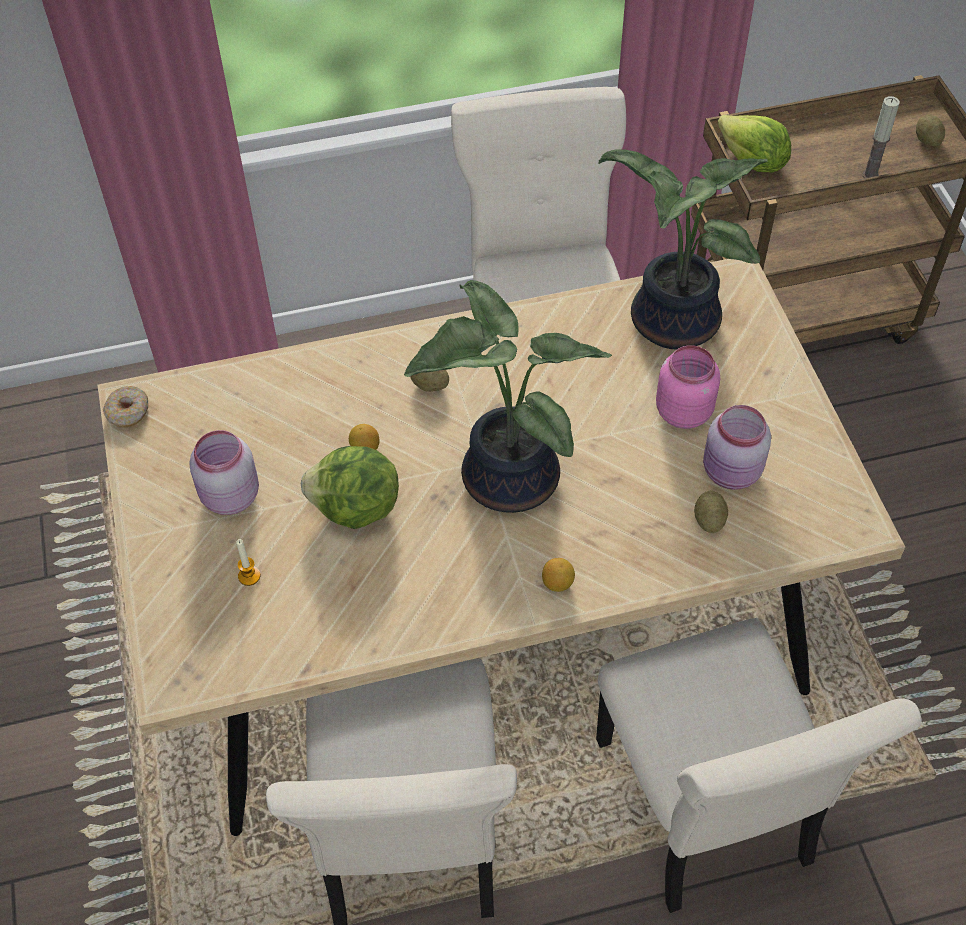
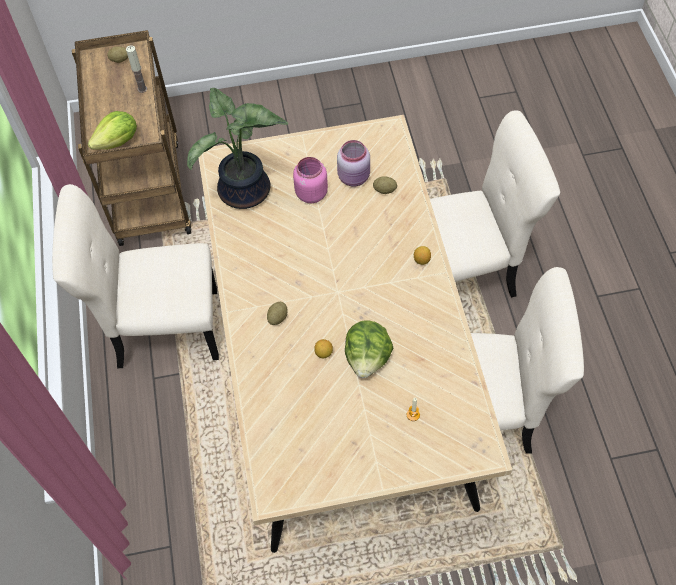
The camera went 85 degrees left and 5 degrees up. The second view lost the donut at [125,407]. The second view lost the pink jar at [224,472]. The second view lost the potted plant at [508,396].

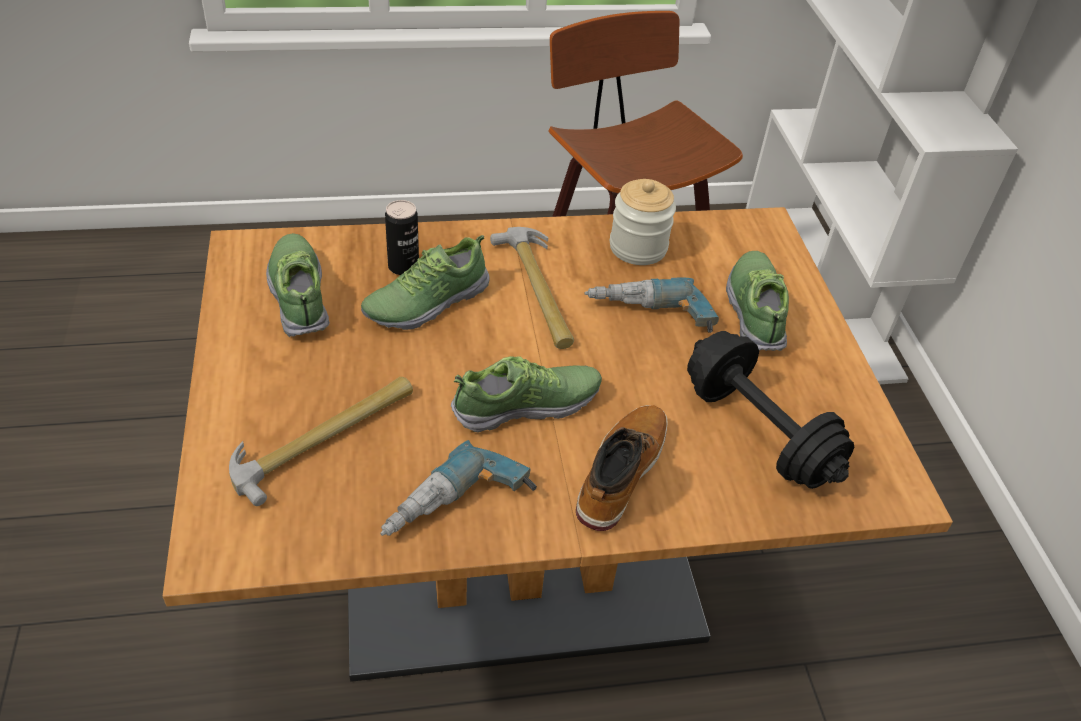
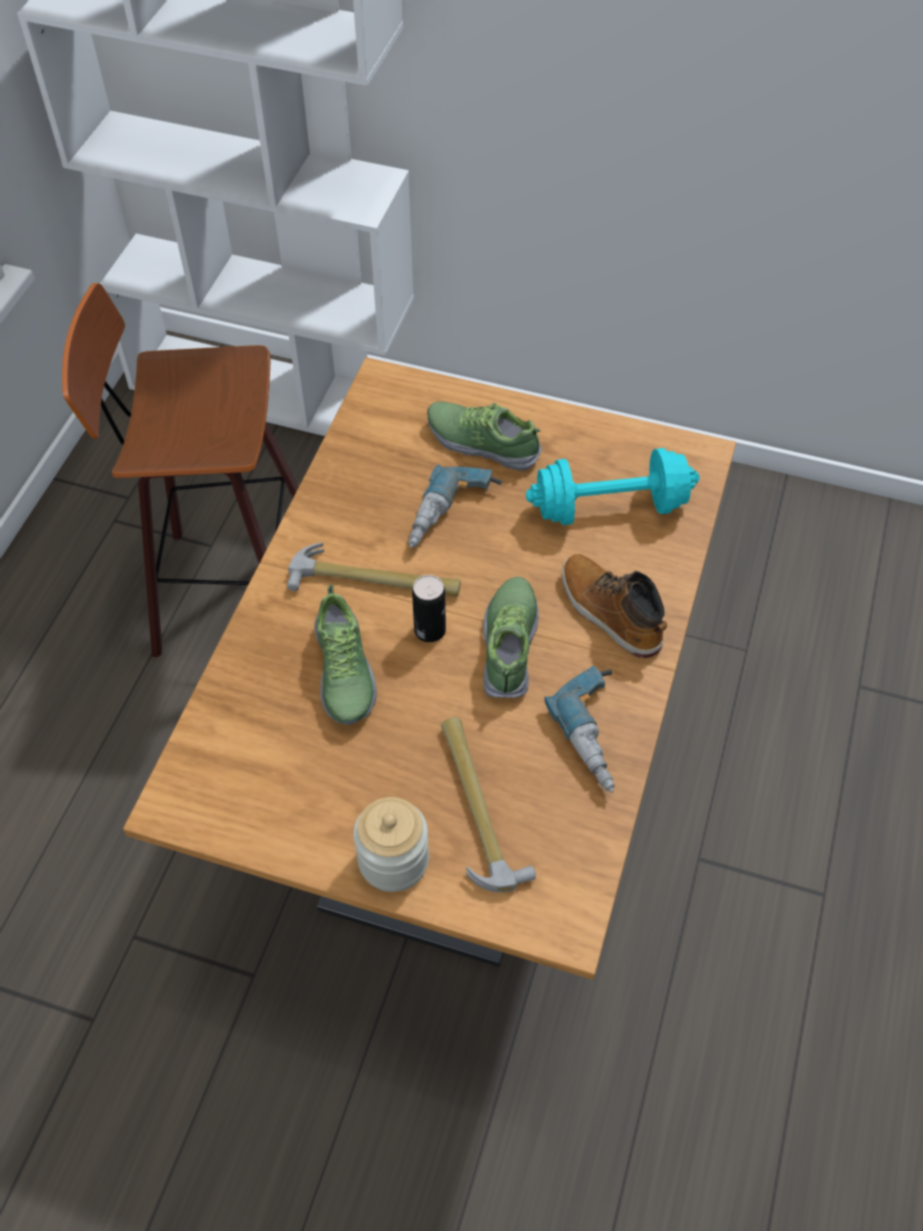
The camera went 60 degrees left and 10 degrees up. The jar ended up elsewhere, having gone from [643,222] to [391,844]. The can ended up elsewhere, having gone from [402,237] to [429,608]. What was the black dumbbell at [770,410] turned into the turquoise dumbbell at [613,486]. The second view lost the shoe at [298,285].

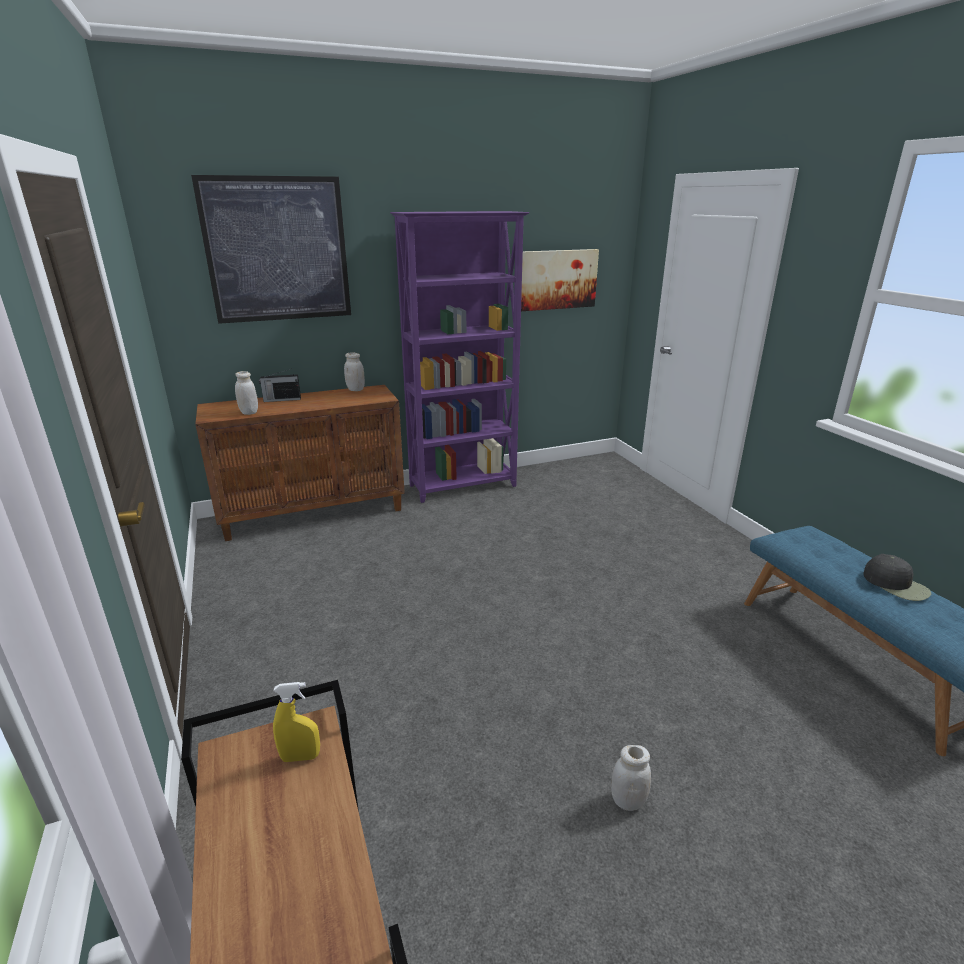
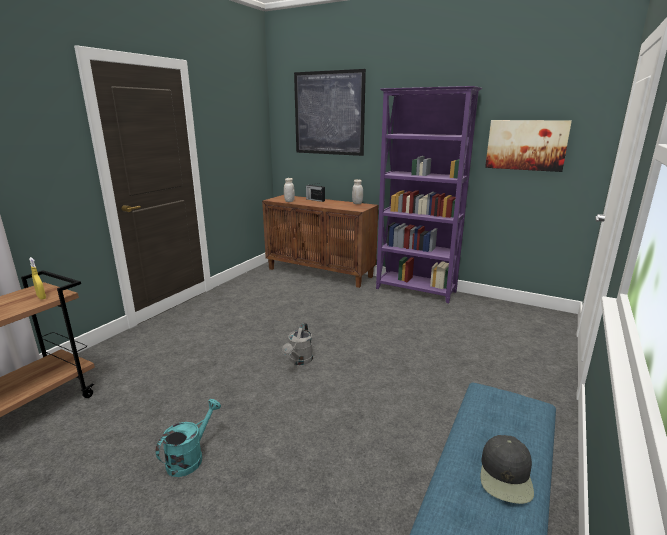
The camera went 50 degrees right and 5 degrees down. Where the white jar stood at [631,778], the turquoise watering can came to stand at [188,438]. The second view gained the grey watering can at [297,344].

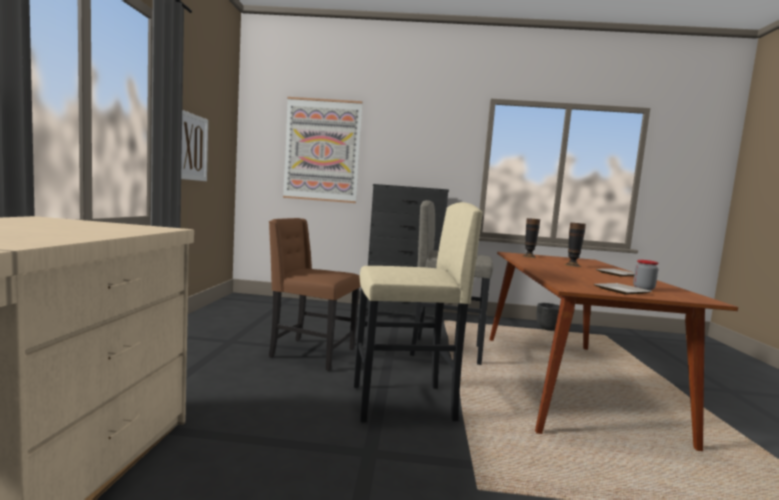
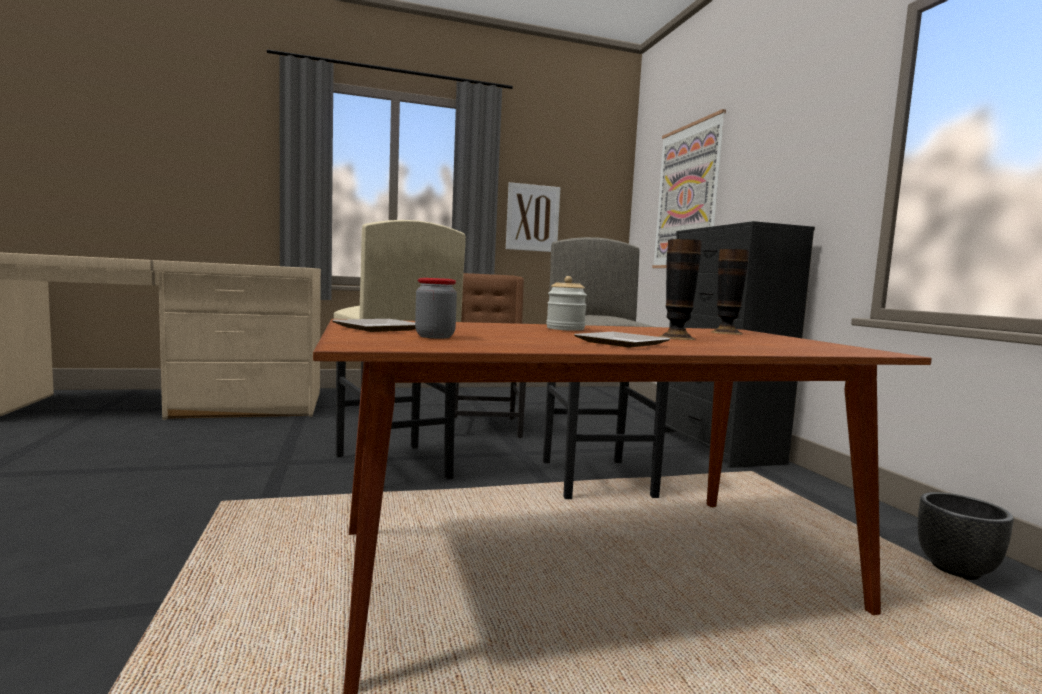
The camera went 70 degrees right and 0 degrees up. The second view gained the jar at [566,303].

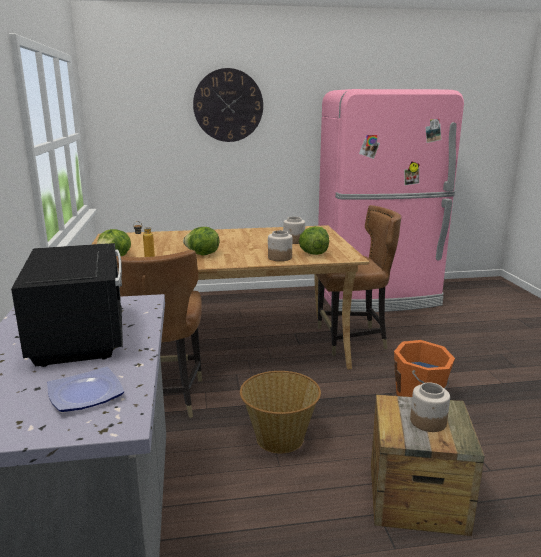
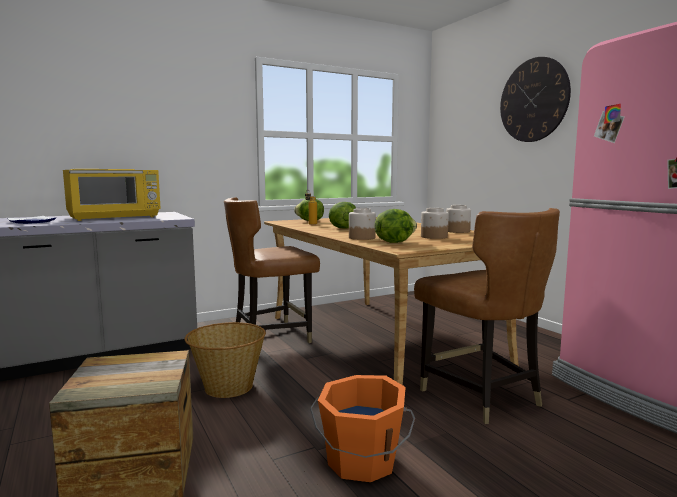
The camera went 70 degrees right and 10 degrees down. What was the black microwave at [67,305] turned into the yellow microwave at [112,195]. The jar ended up elsewhere, having gone from [430,407] to [458,219].

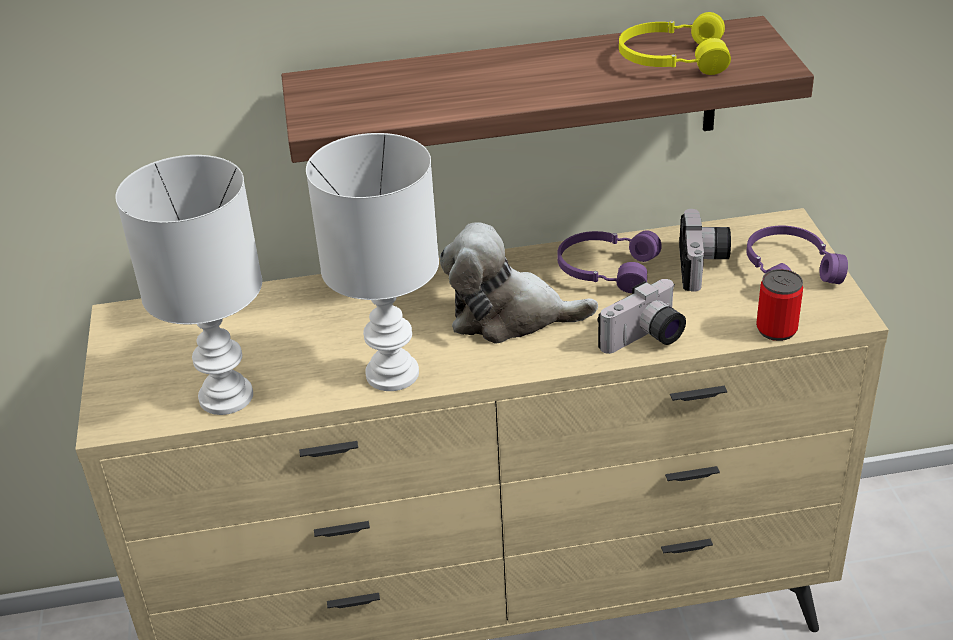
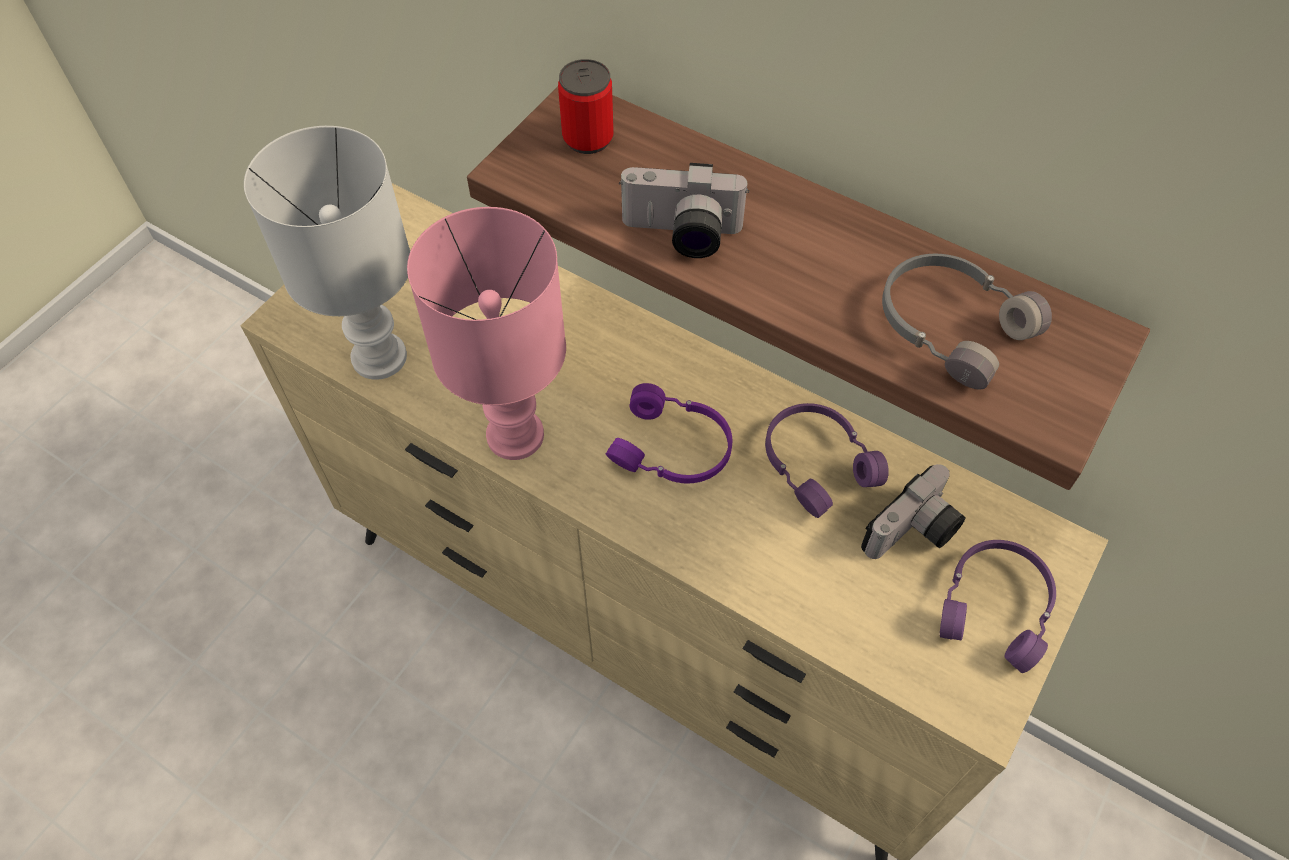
The camera went 40 degrees right and 20 degrees up. What was the white table lamp at [372,262] turned into the pink table lamp at [486,333]. The can ended up elsewhere, having gone from [779,305] to [585,106]. Where the plush toy stood at [519,282], the purple headphones came to stand at [669,433]. The photo camera ended up elsewhere, having gone from [641,316] to [684,210]. What was the yellow headphones at [675,43] turned into the grey headphones at [967,321].

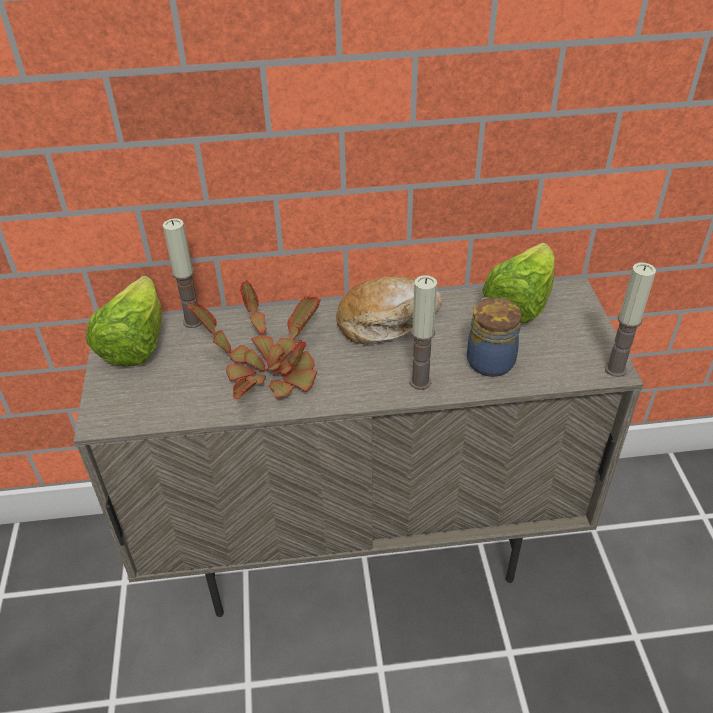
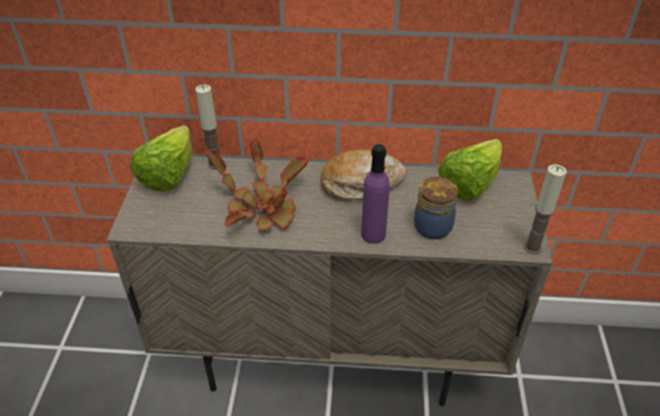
The camera went 10 degrees right and 0 degrees up. Where the candle stood at [423,332], the purple bottle came to stand at [375,194].

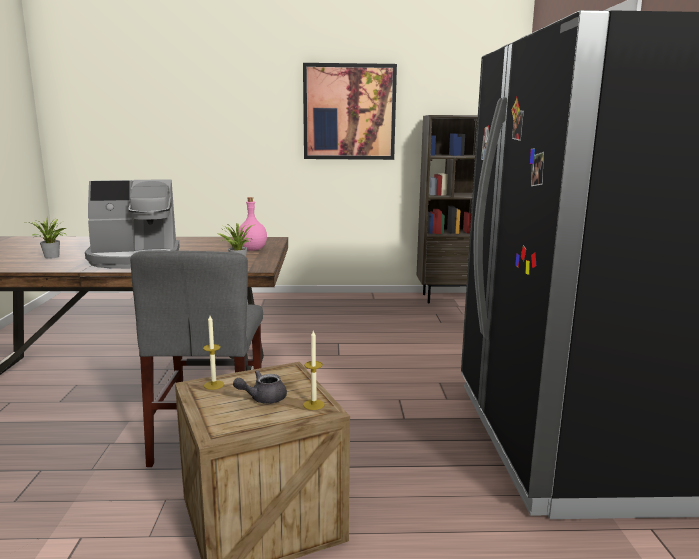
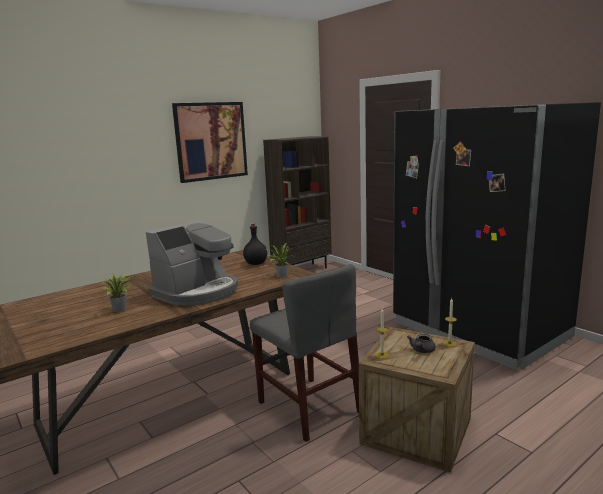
The camera went 35 degrees left and 0 degrees up. What was the pink bottle at [253,224] turned into the black bottle at [255,244].

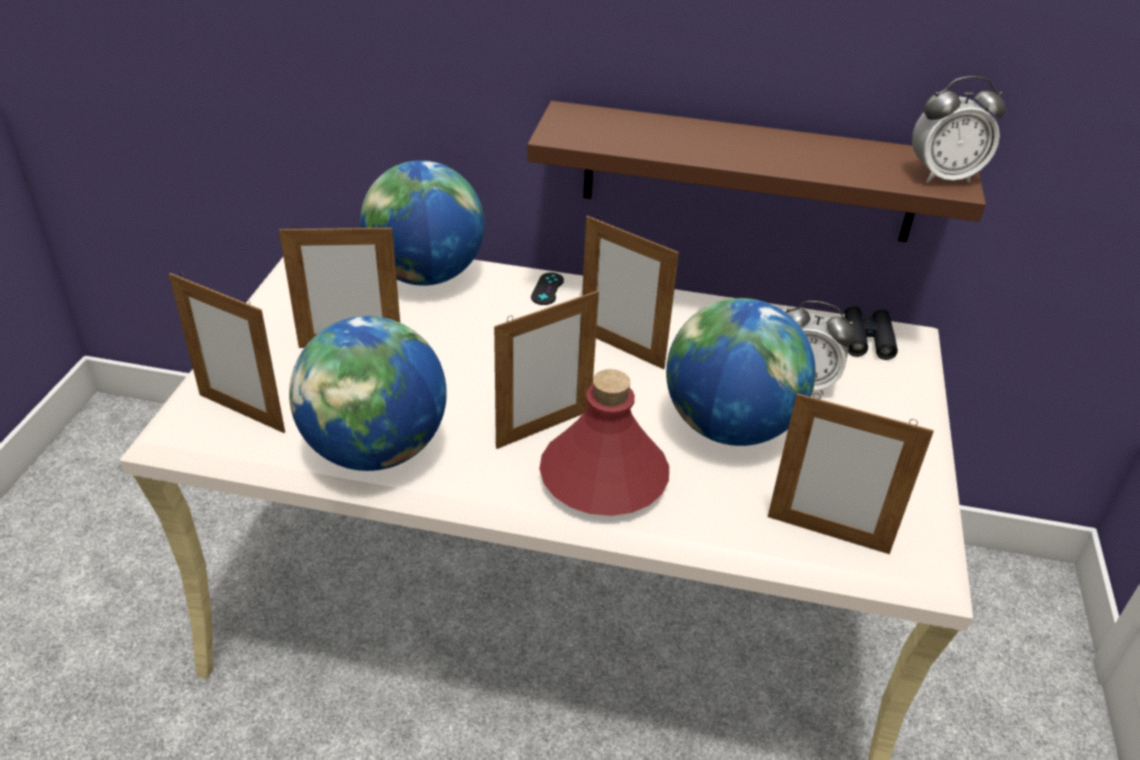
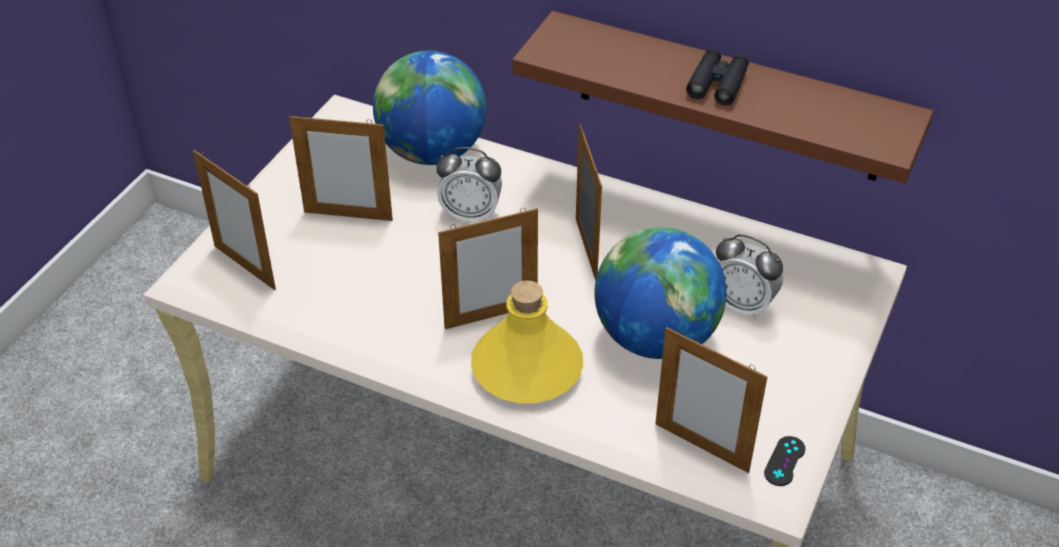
The camera went 15 degrees right and 5 degrees up. The alarm clock ended up elsewhere, having gone from [959,129] to [469,184]. What was the red bottle at [604,442] turned into the yellow bottle at [527,342]. The picture frame at [630,292] ended up facing another way, 150 degrees counterclockwise from before. The black binoculars ended up elsewhere, having gone from [871,333] to [717,77]. The black game controller ended up elsewhere, having gone from [547,288] to [784,461]. The second view lost the globe at [368,393].

